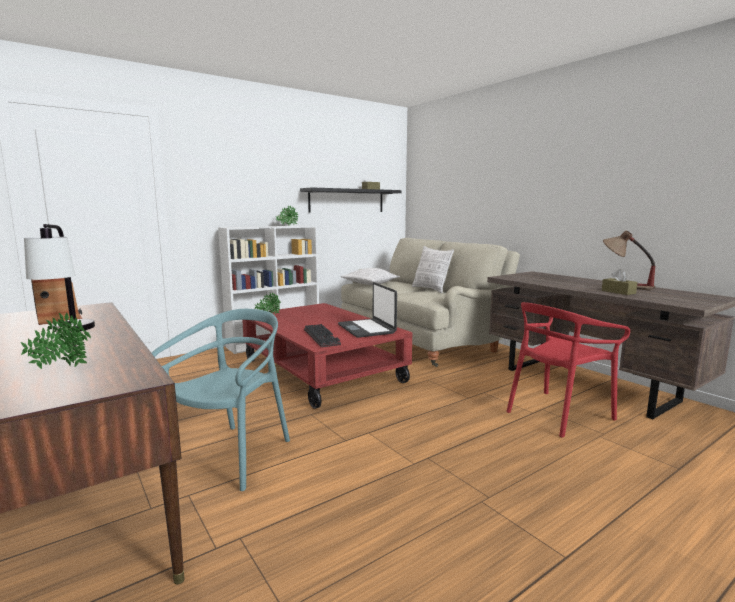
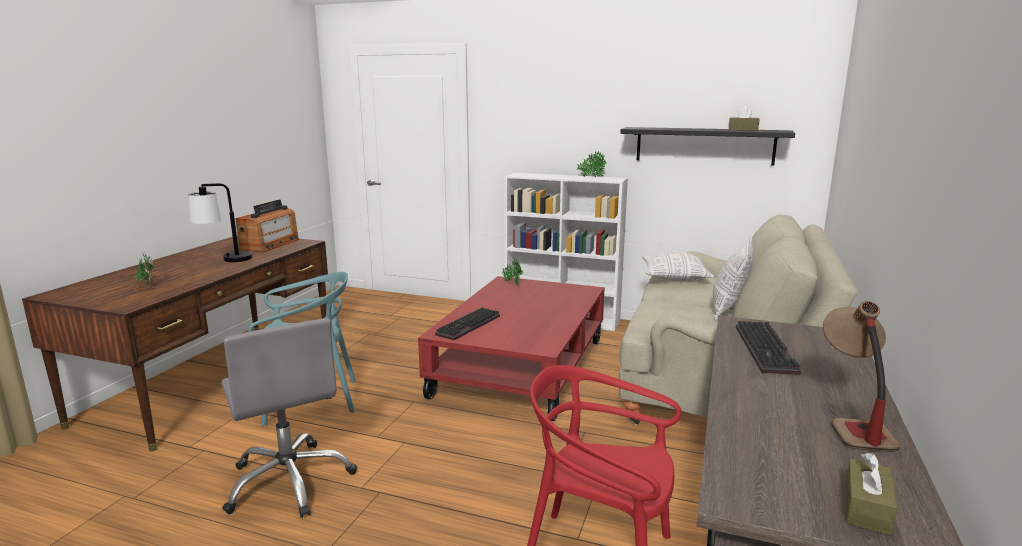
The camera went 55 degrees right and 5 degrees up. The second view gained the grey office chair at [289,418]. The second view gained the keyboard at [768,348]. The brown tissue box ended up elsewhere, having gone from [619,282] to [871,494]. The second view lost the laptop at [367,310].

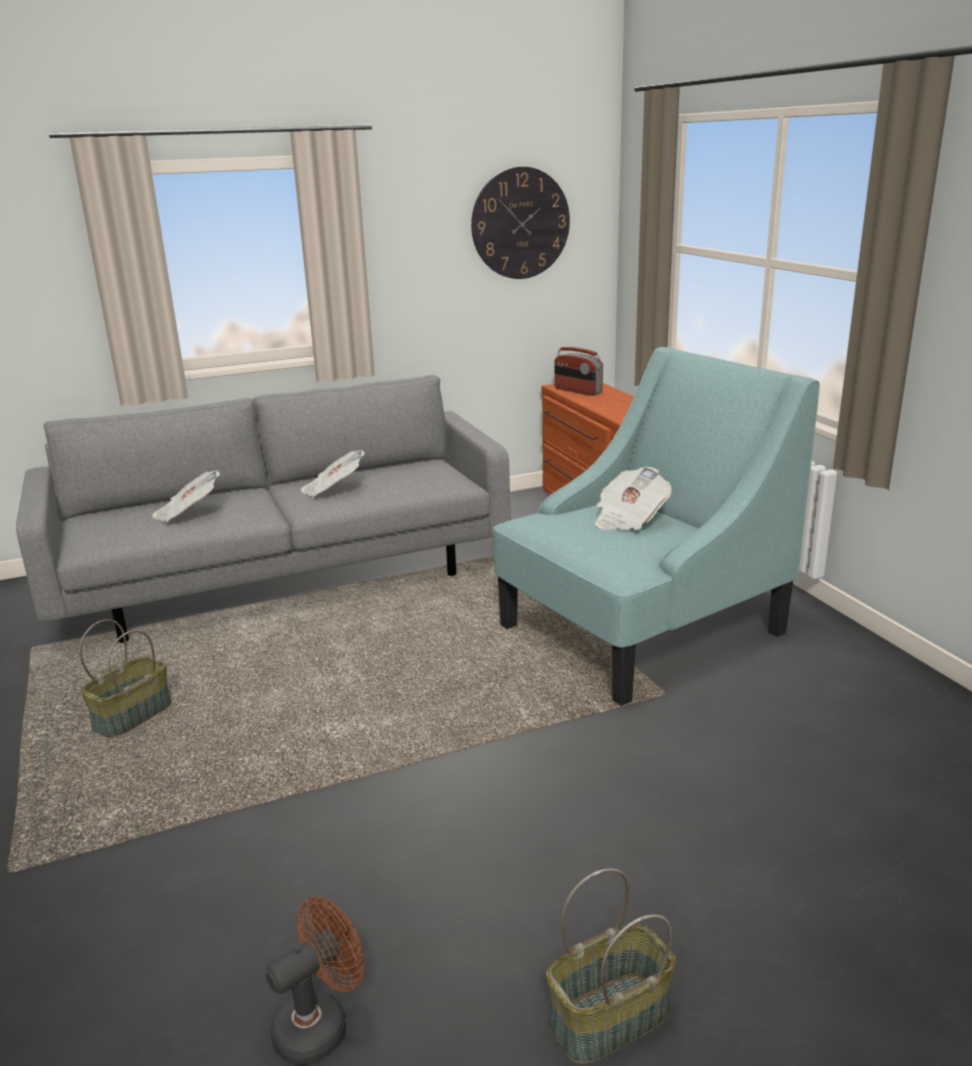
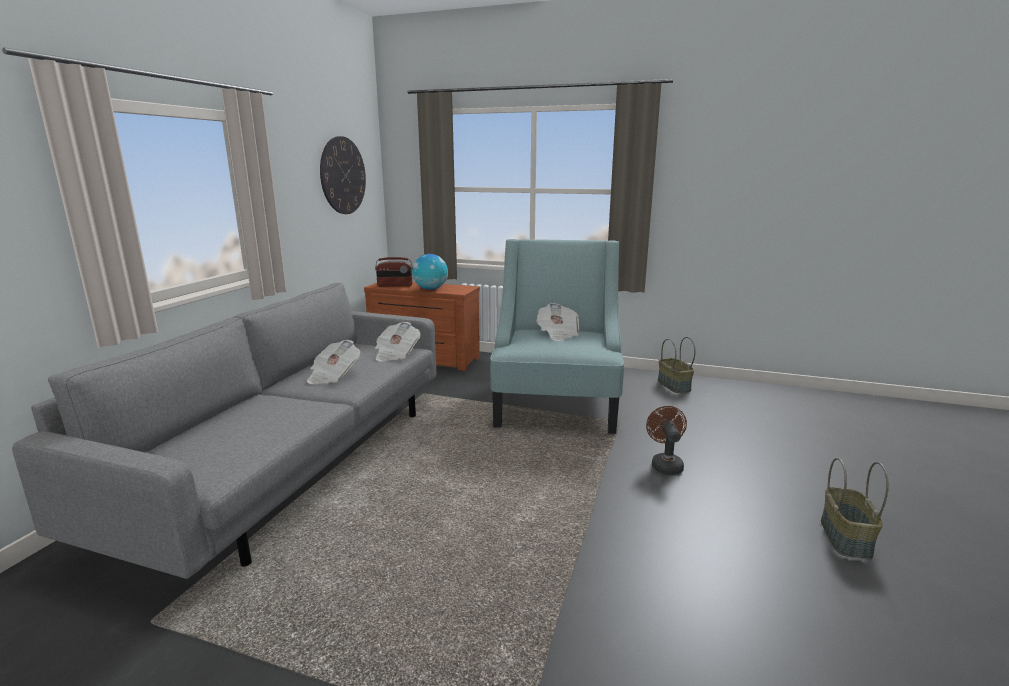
The camera went 50 degrees left and 5 degrees down. The newspaper ended up elsewhere, having gone from [186,497] to [397,342]. The second view gained the globe at [430,272]. The brown fan ended up elsewhere, having gone from [315,981] to [666,440]. The basket ended up elsewhere, having gone from [125,678] to [677,365].

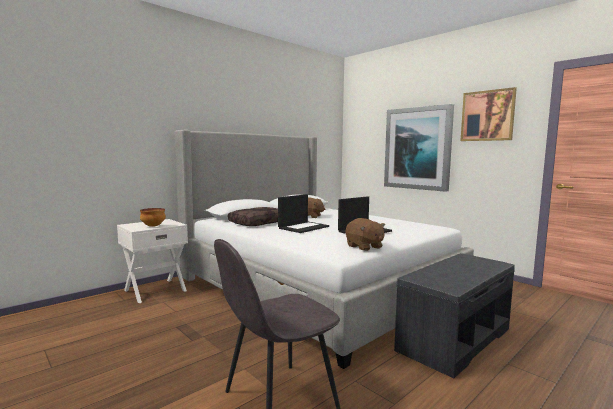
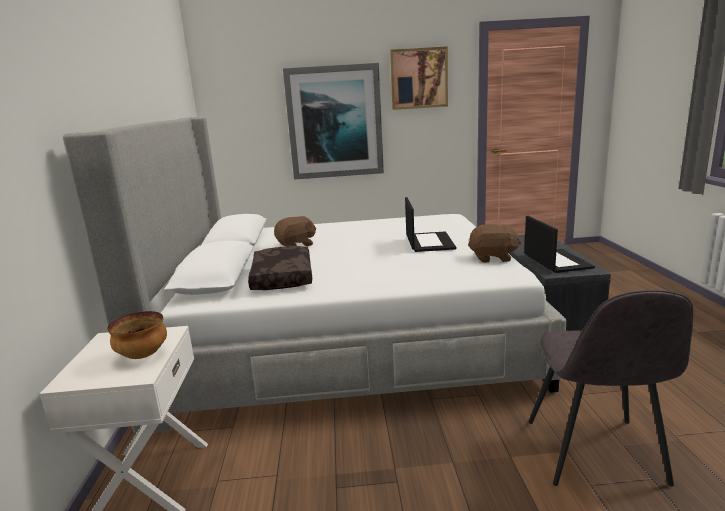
The camera went 50 degrees left and 10 degrees up. The laptop ended up elsewhere, having gone from [303,213] to [559,244].

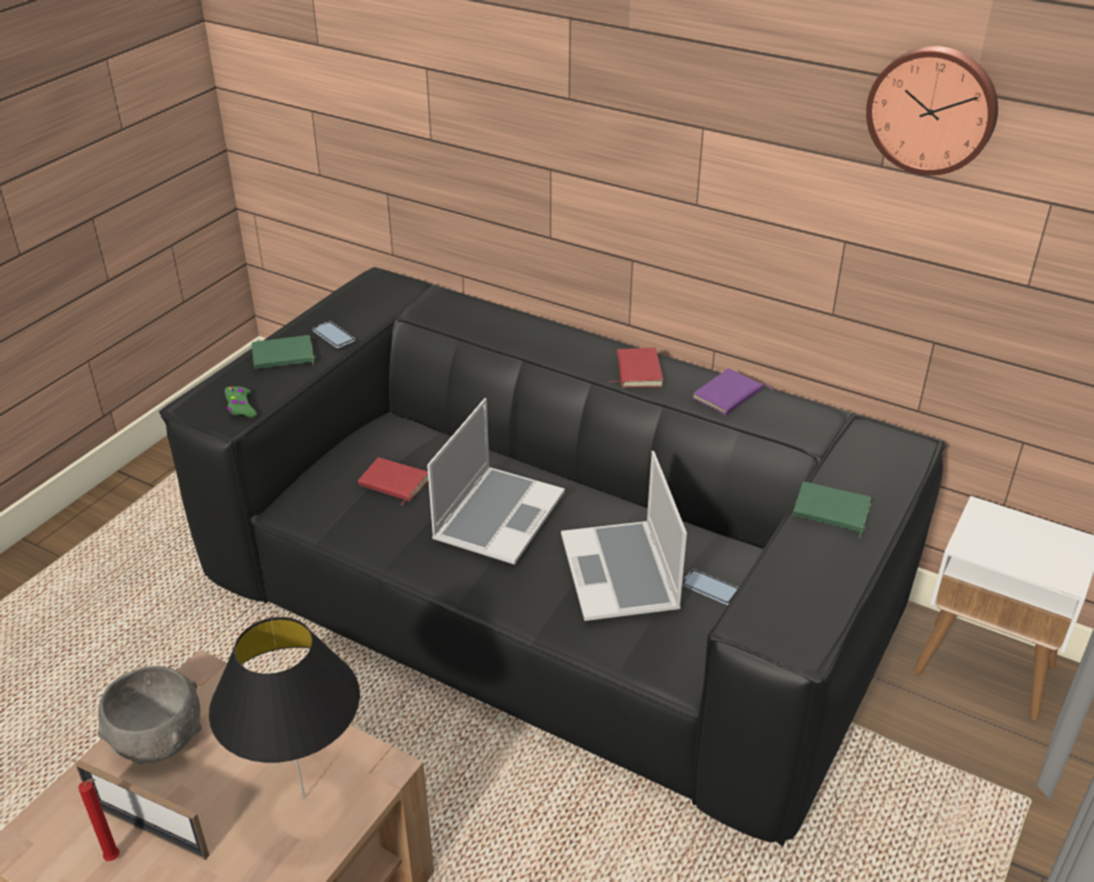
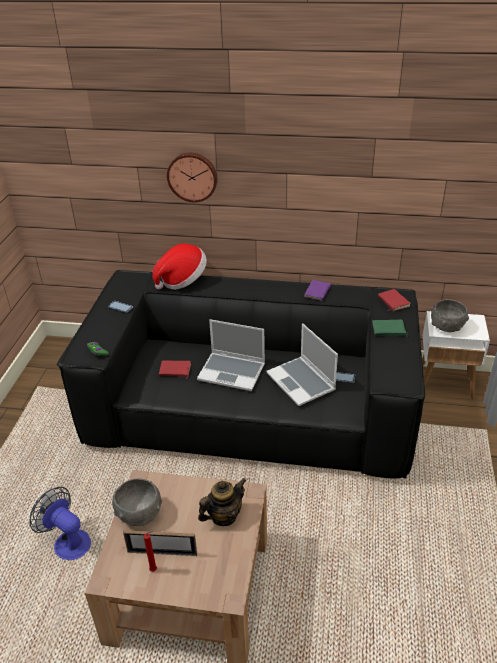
The camera went 20 degrees left and 0 degrees up. The second view gained the fan at [60,523]. The second view gained the hat at [179,267]. The wall clock ended up elsewhere, having gone from [932,110] to [192,178]. The laptop at [496,481] ended up facing another way, 105 degrees clockwise from before. Where the black table lamp stood at [284,707], the teapot came to stand at [222,502]. The red book ended up elsewhere, having gone from [635,367] to [394,300]. The second view gained the grey bowl at [450,315]. The second view lost the green book at [283,352].

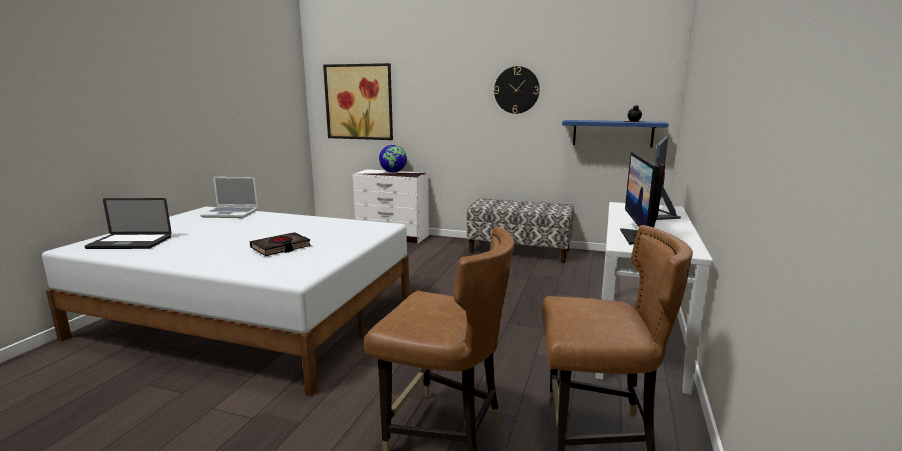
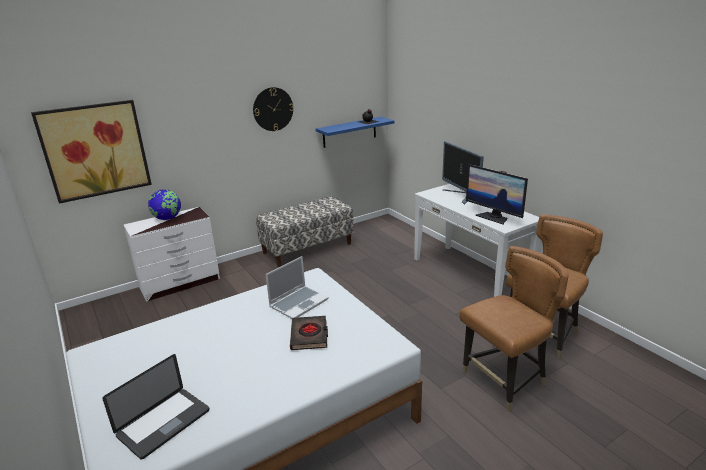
The camera went 50 degrees left and 10 degrees up. The laptop ended up elsewhere, having gone from [229,197] to [297,287].

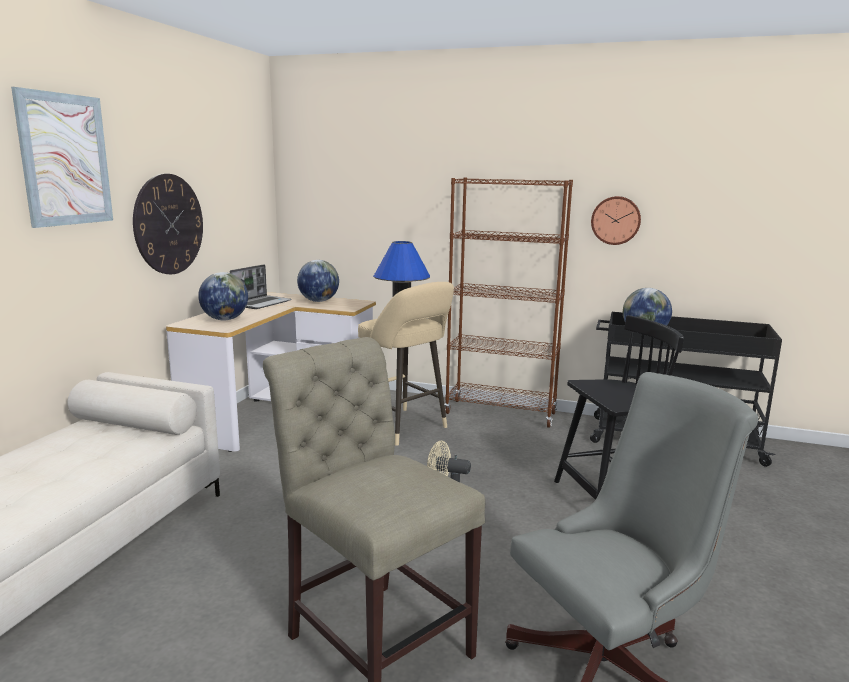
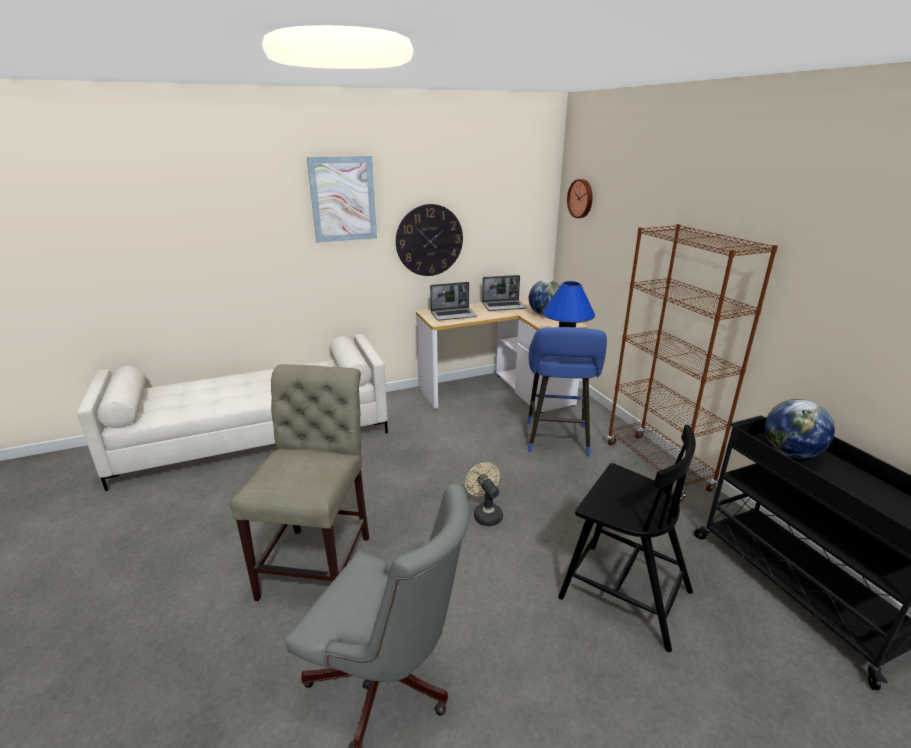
The camera went 50 degrees right and 10 degrees up. Where the globe stood at [223,296], the laptop came to stand at [453,301]. What was the beige stool at [406,364] turned into the blue stool at [567,391]. The wall clock ended up elsewhere, having gone from [616,220] to [580,198].

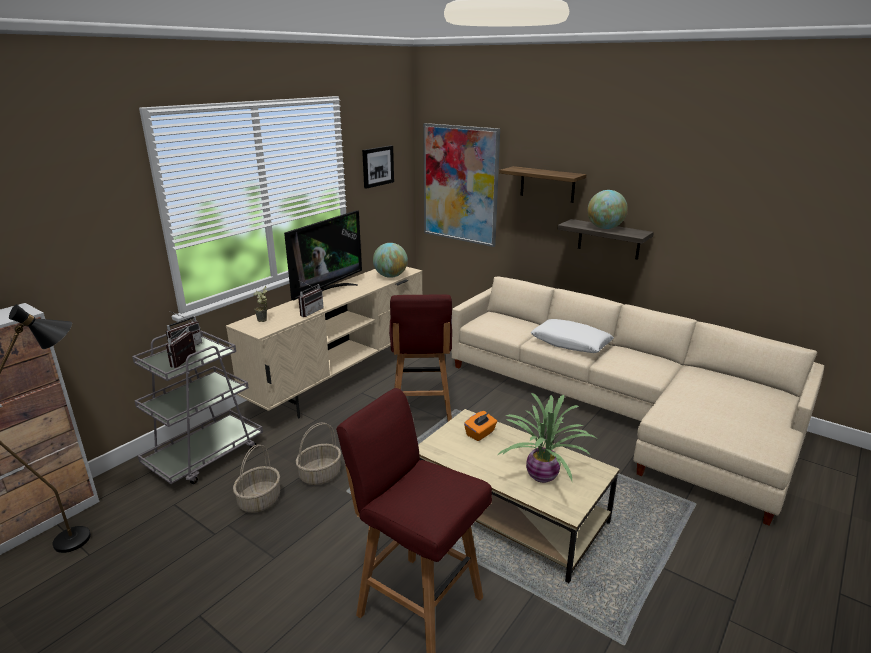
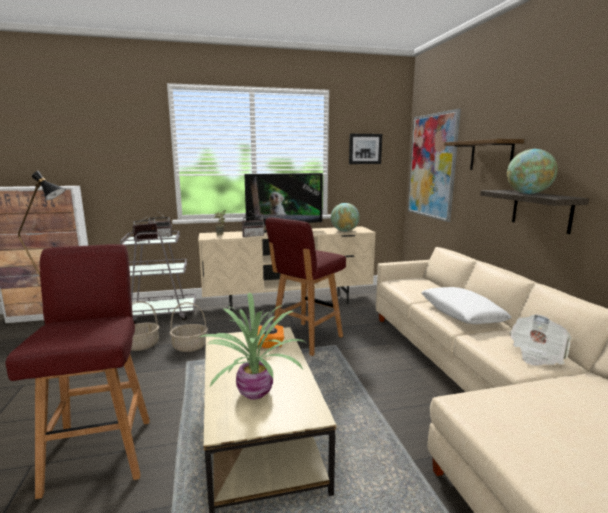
The camera went 40 degrees right and 10 degrees down. The second view gained the newspaper at [540,339].

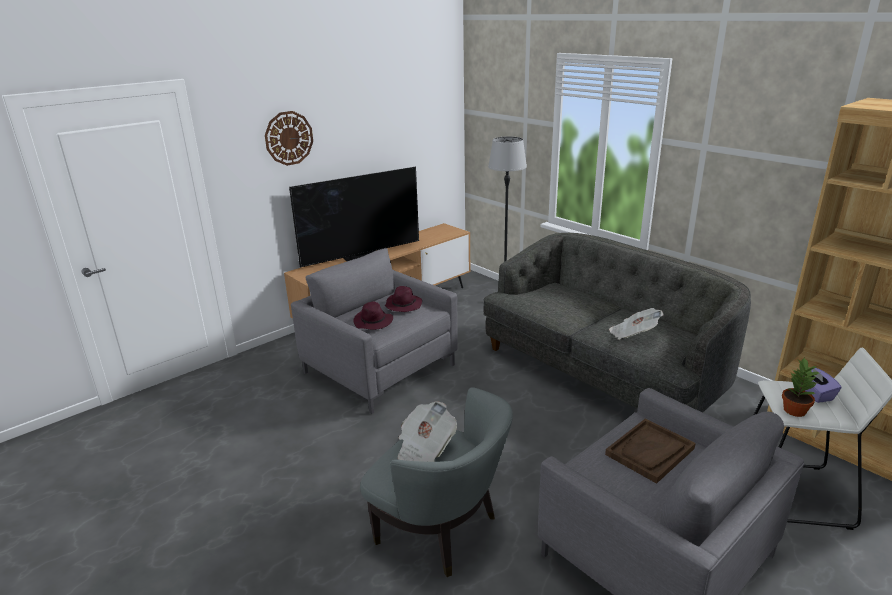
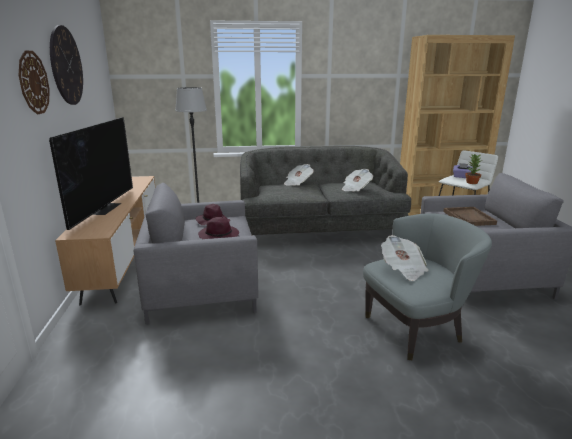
The camera went 55 degrees left and 5 degrees down. The second view gained the wall clock at [66,65]. The second view gained the newspaper at [299,175].

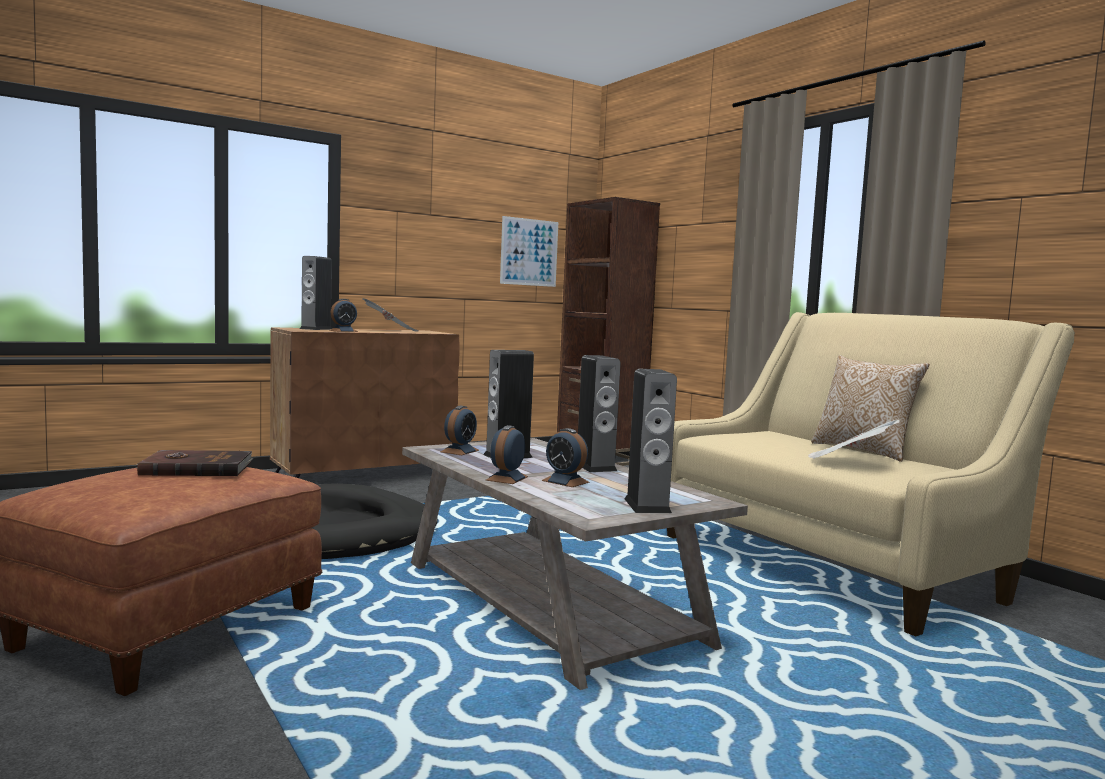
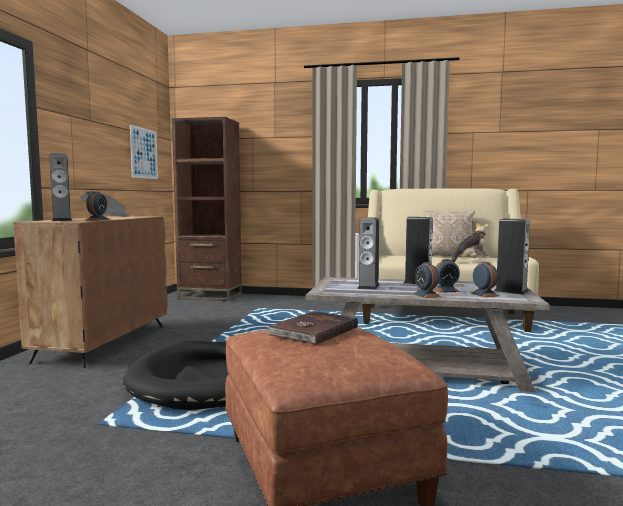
The camera went 45 degrees left and 0 degrees up. Where the newspaper stood at [854,439], the plush toy came to stand at [471,242]. The alarm clock ended up elsewhere, having gone from [460,430] to [484,279].

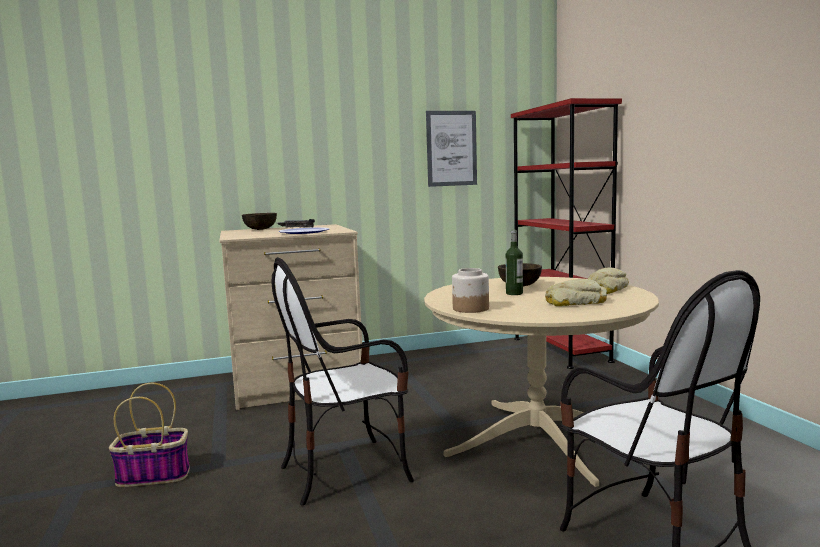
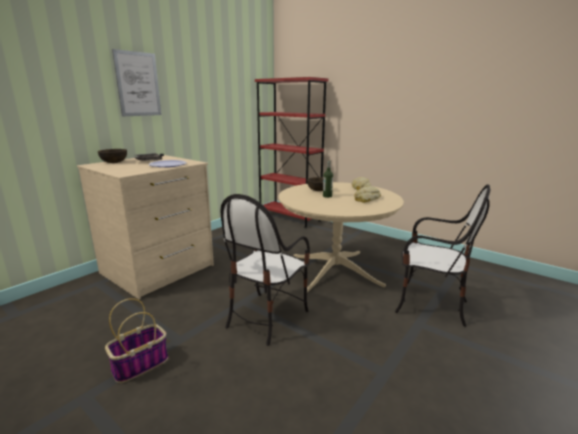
The camera went 35 degrees left and 10 degrees up. The picture ended up elsewhere, having gone from [451,149] to [137,82]. The second view lost the jar at [470,290].

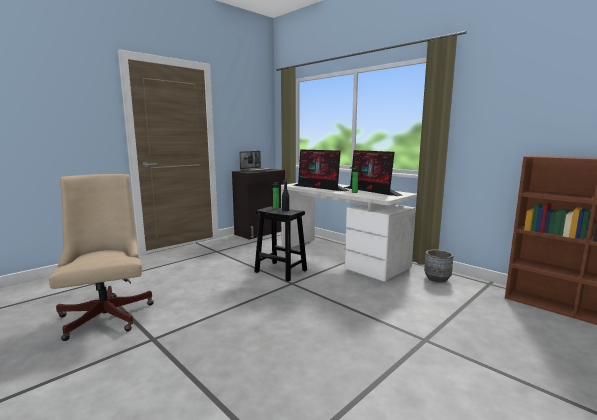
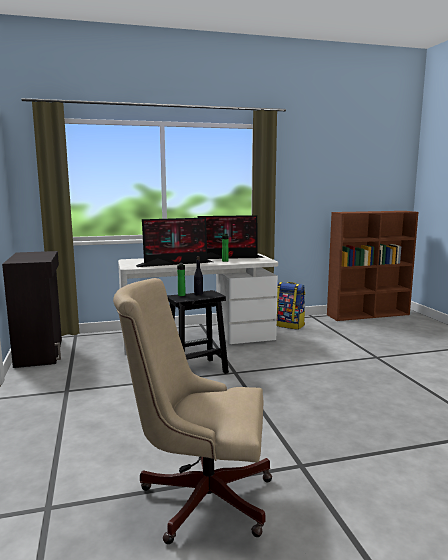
The camera went 60 degrees left and 0 degrees up. Where the grey planter stood at [439,266], the backpack came to stand at [291,306]. The second view lost the laptop at [255,161].

